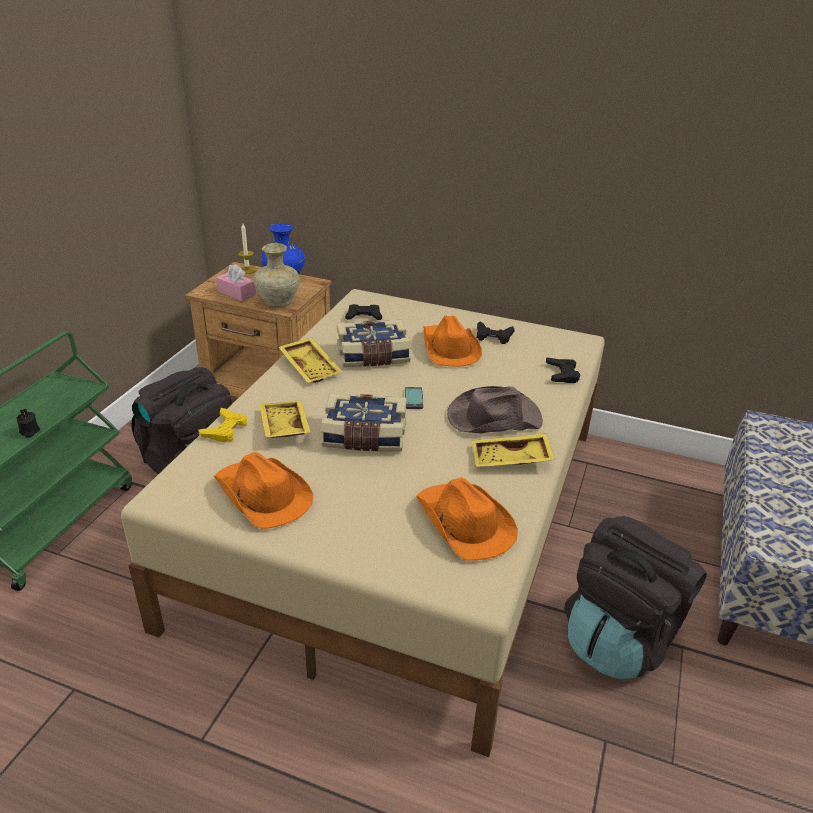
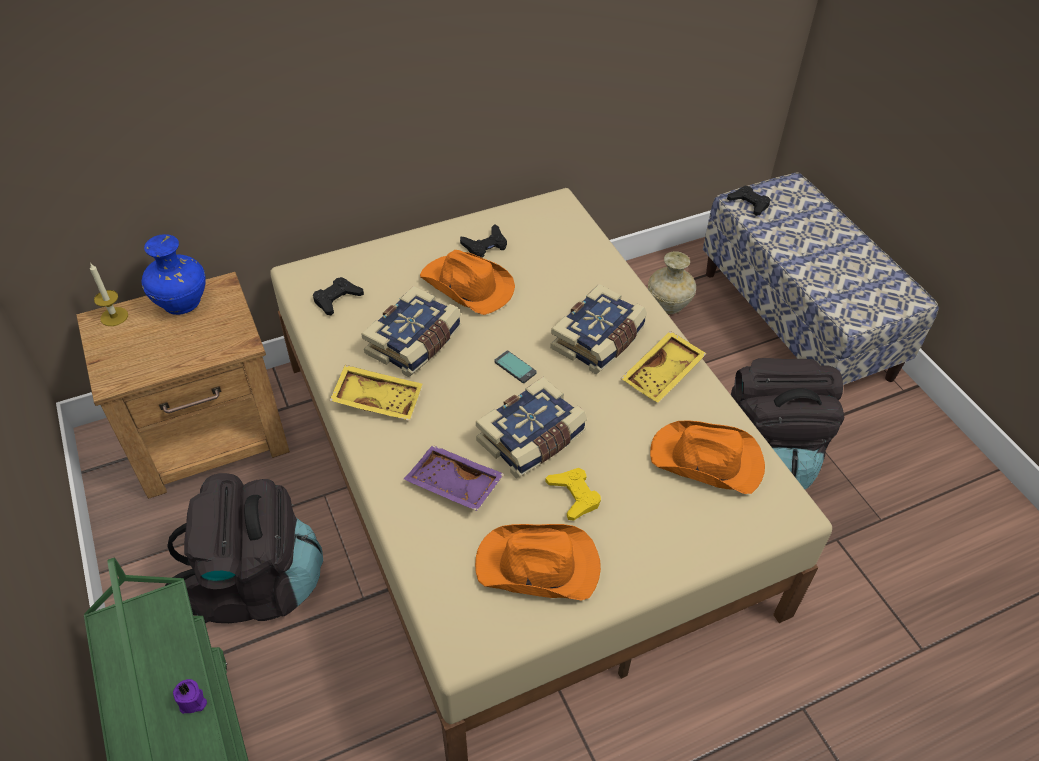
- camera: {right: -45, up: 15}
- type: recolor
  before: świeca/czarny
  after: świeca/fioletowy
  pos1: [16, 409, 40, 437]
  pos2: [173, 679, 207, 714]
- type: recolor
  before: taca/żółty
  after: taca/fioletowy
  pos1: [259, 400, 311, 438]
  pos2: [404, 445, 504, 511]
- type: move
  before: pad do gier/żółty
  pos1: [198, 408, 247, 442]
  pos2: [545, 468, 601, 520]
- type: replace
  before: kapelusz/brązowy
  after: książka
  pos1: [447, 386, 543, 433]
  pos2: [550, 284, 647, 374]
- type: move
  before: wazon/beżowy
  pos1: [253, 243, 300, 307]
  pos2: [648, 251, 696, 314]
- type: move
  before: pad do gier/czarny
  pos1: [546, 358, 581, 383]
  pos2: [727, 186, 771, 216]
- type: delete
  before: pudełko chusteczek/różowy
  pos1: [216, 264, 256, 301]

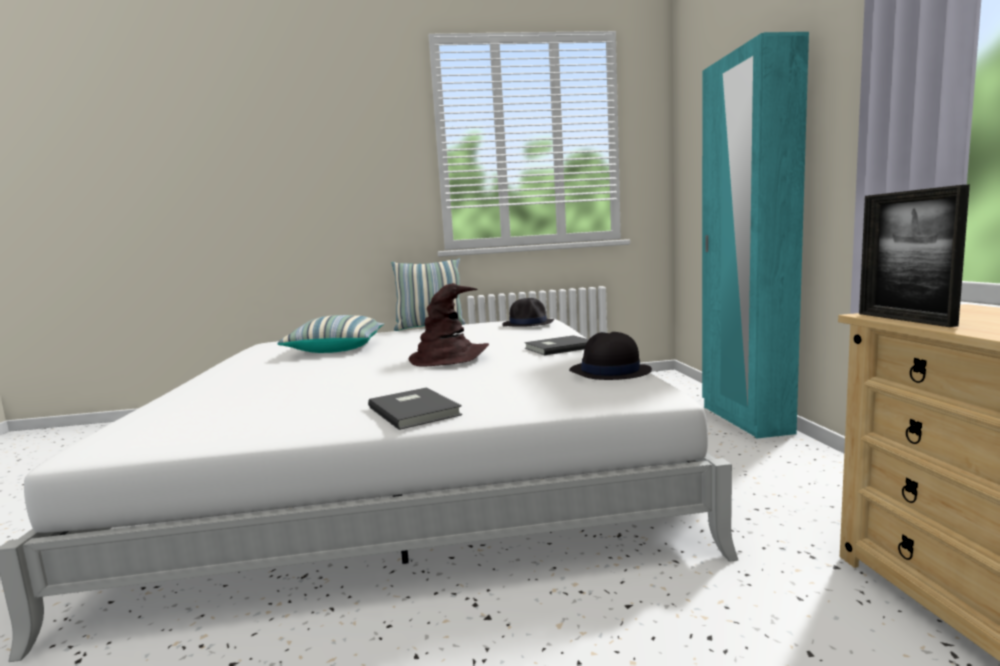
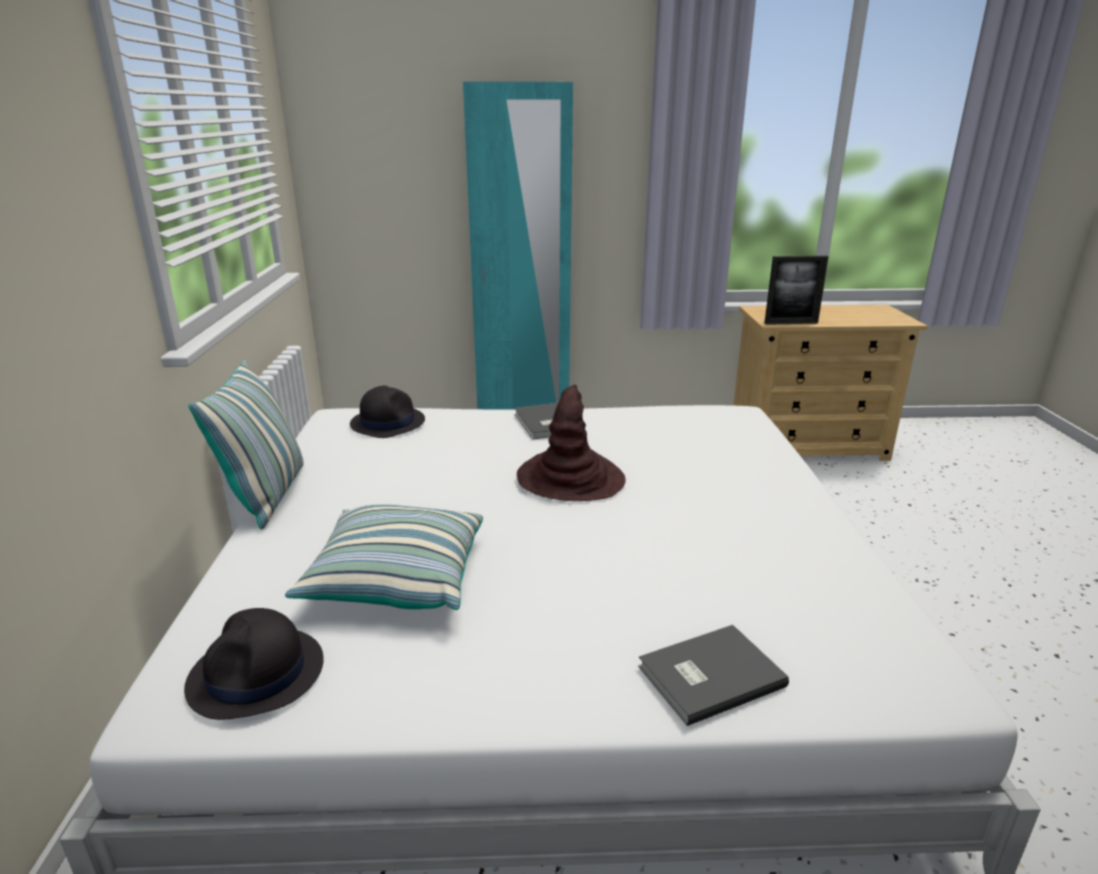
- camera: {right: -85, up: 15}
- type: move
  before: kapelusz/czarny
  pos1: [569, 332, 652, 380]
  pos2: [184, 608, 324, 720]
- type: move
  before: książka/szary
  pos1: [368, 388, 462, 430]
  pos2: [638, 625, 789, 726]

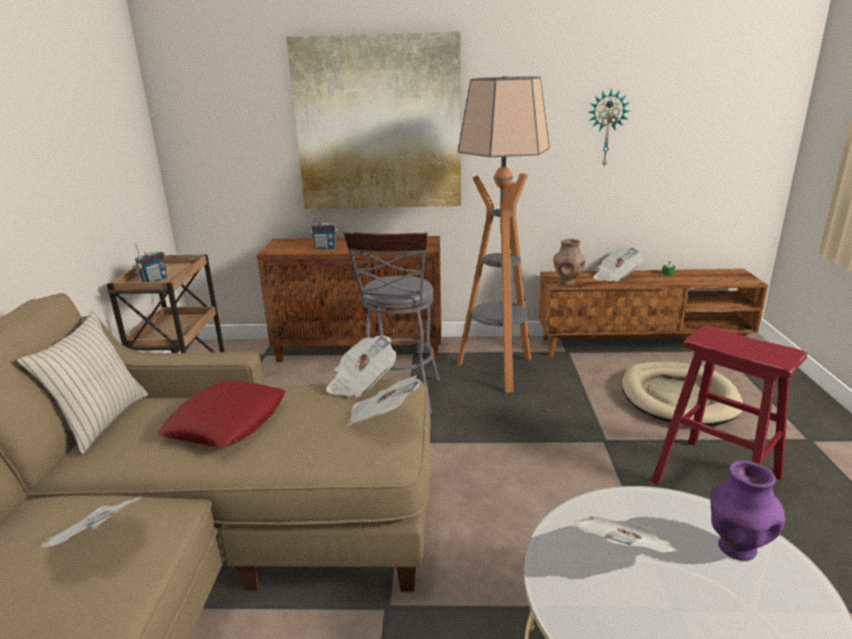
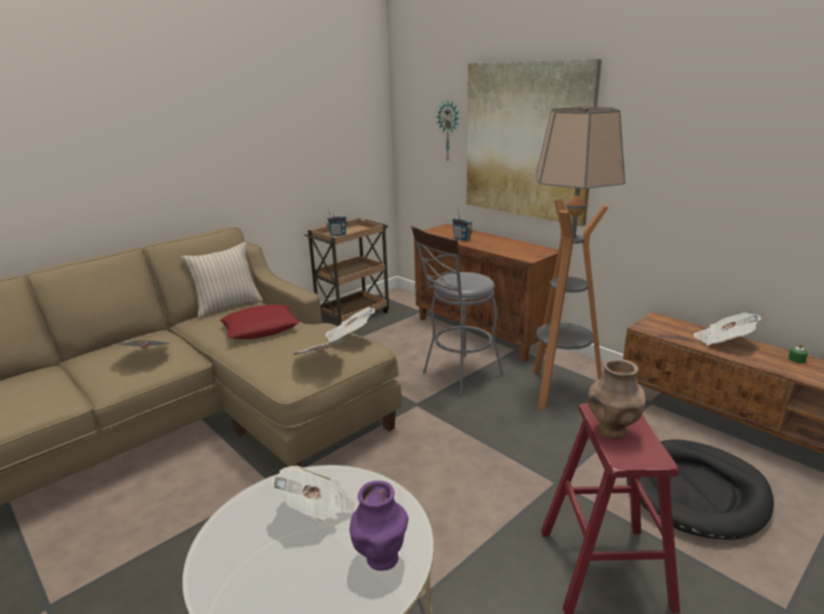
- camera: {right: 45, up: 0}
- type: move
  before: zegar ścienny
  pos1: [589, 89, 630, 167]
  pos2: [436, 100, 459, 161]
- type: move
  before: wazon/brązowy
  pos1: [553, 238, 586, 286]
  pos2: [588, 359, 646, 439]
- type: recolor
  before: legowisko/beżowy
  after: legowisko/czarny
  pos1: [622, 362, 743, 427]
  pos2: [627, 440, 774, 540]

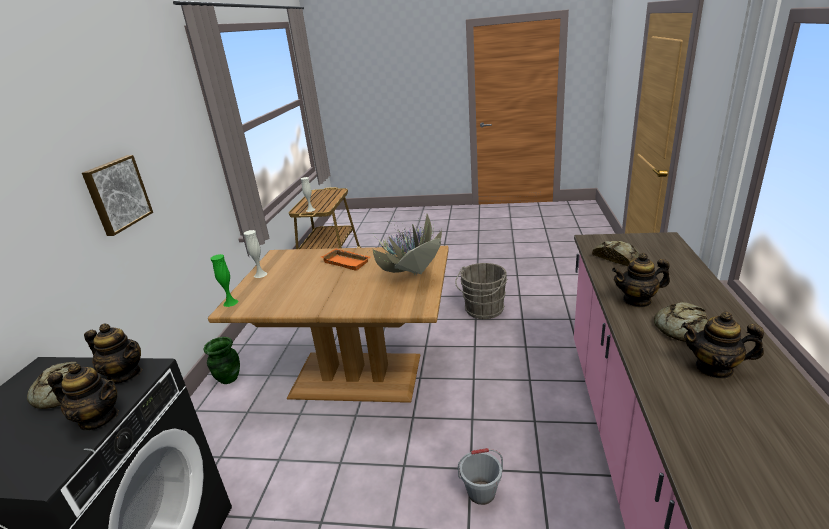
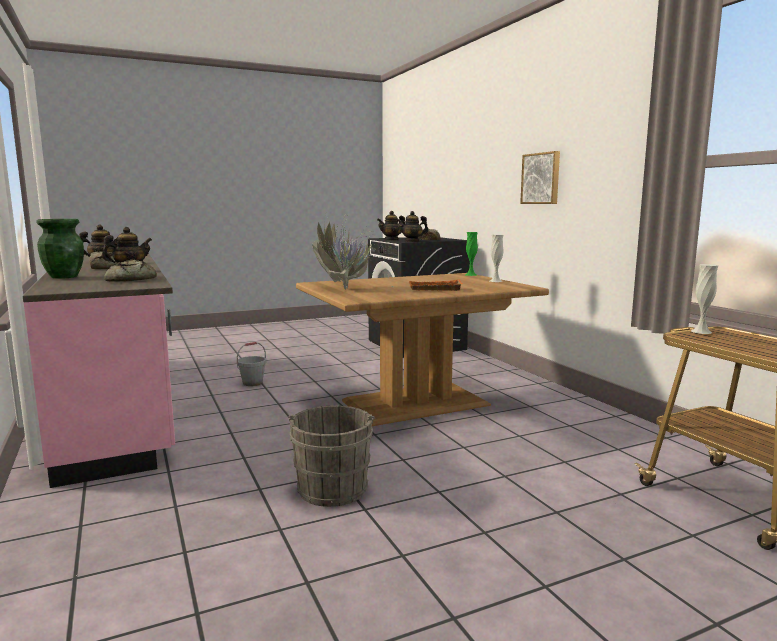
- camera: {right: 145, up: -15}
- type: move
  before: wazon/zielony
  pos1: [203, 337, 240, 384]
  pos2: [36, 219, 84, 279]

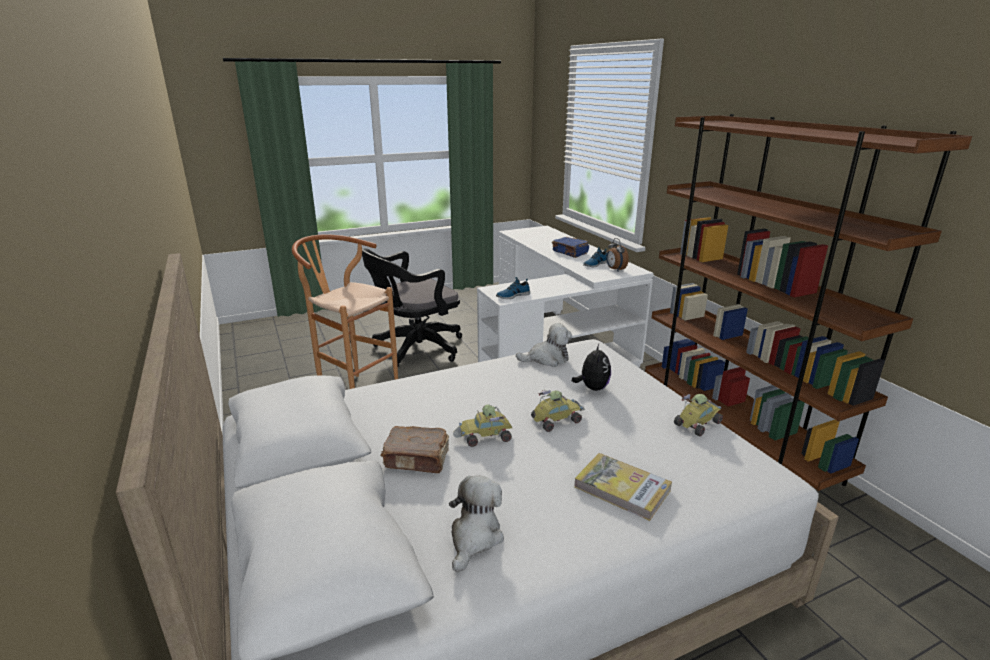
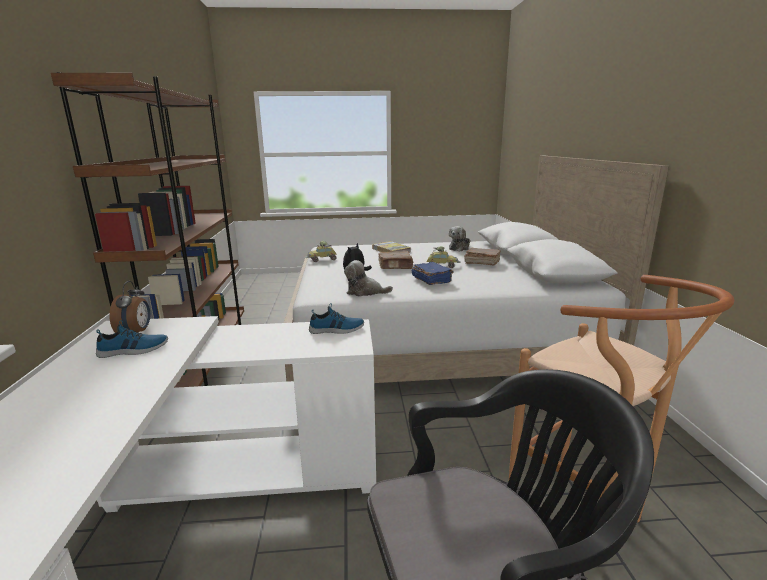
- camera: {right: -160, up: -5}
- type: replace
  before: samochodzik
  after: książka/brązowy
  pos1: [531, 390, 585, 432]
  pos2: [378, 251, 413, 269]
- type: move
  before: książka/niebieski
  pos1: [552, 237, 589, 258]
  pos2: [412, 262, 453, 285]

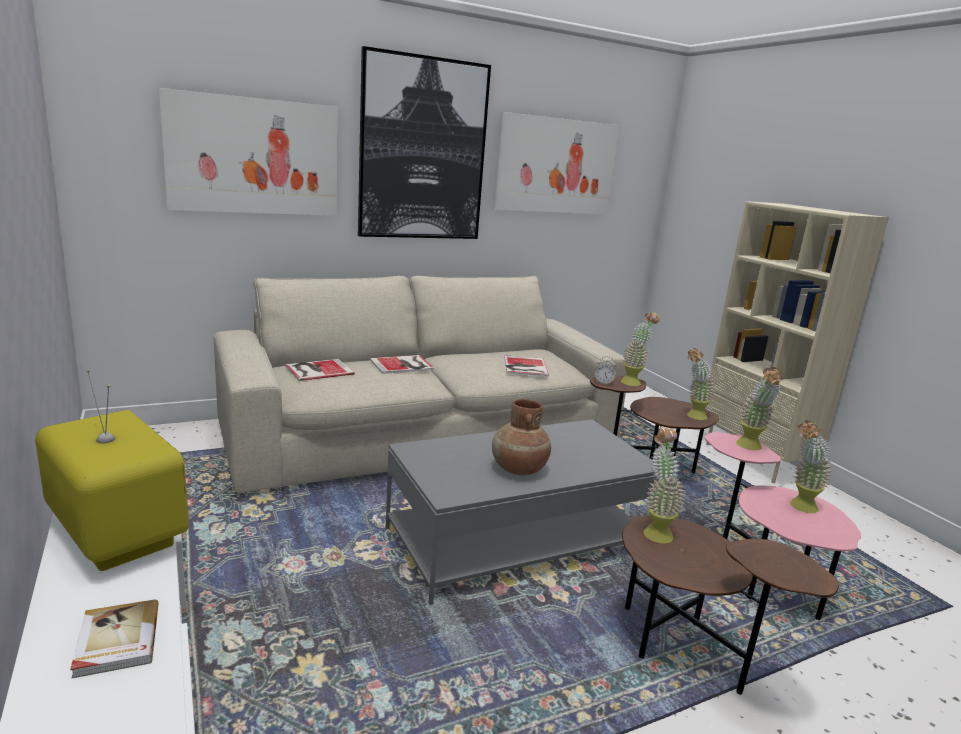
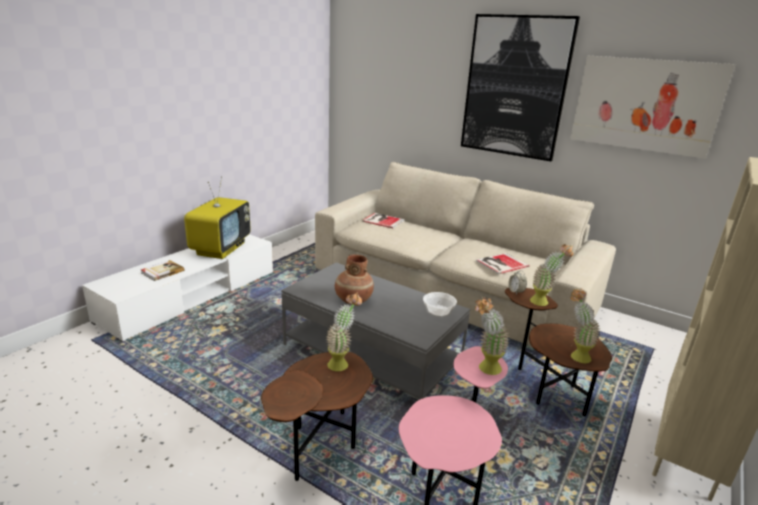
- camera: {right: 60, up: 5}
- type: insert
  after: miska
  pos2: [423, 292, 457, 318]
- type: delete
  before: obraz
  pos1: [159, 88, 338, 216]
- type: delete
  before: książka
  pos1: [370, 355, 434, 374]
- type: delete
  before: roślina doniczkowa
  pos1: [790, 420, 832, 513]

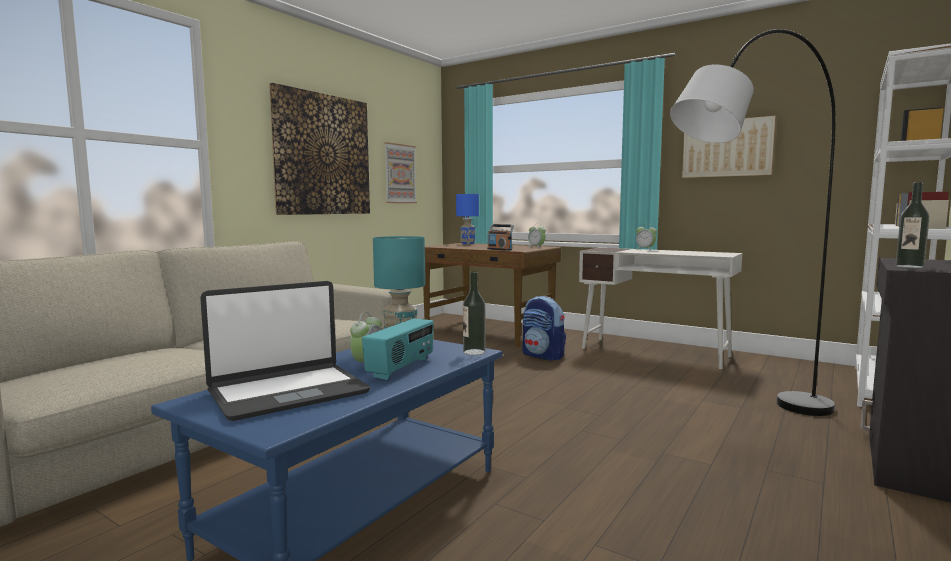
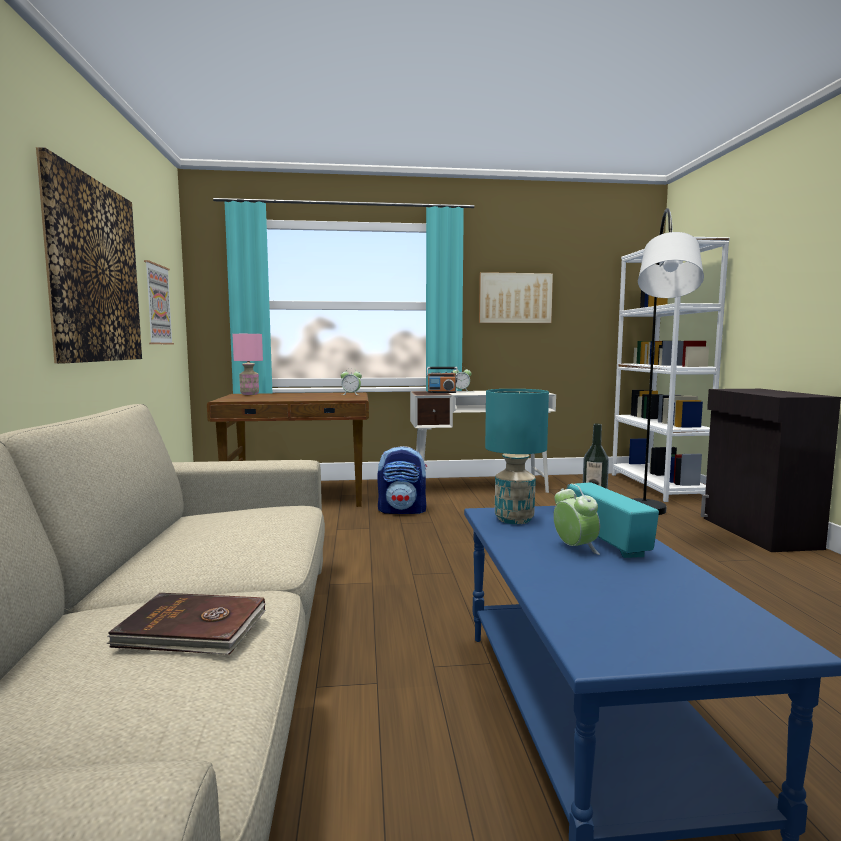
- camera: {right: -40, up: 0}
- type: insert
  after: książka/brązowy
  pos2: [107, 593, 266, 655]
- type: recolor
  before: lampa stołowa/niebieski
  after: lampa stołowa/różowy
  pos1: [456, 194, 479, 244]
  pos2: [233, 334, 263, 395]
- type: move
  before: radio
  pos1: [487, 224, 514, 251]
  pos2: [427, 367, 458, 393]
- type: delete
  before: laptop
  pos1: [200, 281, 370, 421]
- type: delete
  before: butelka
  pos1: [896, 182, 930, 268]

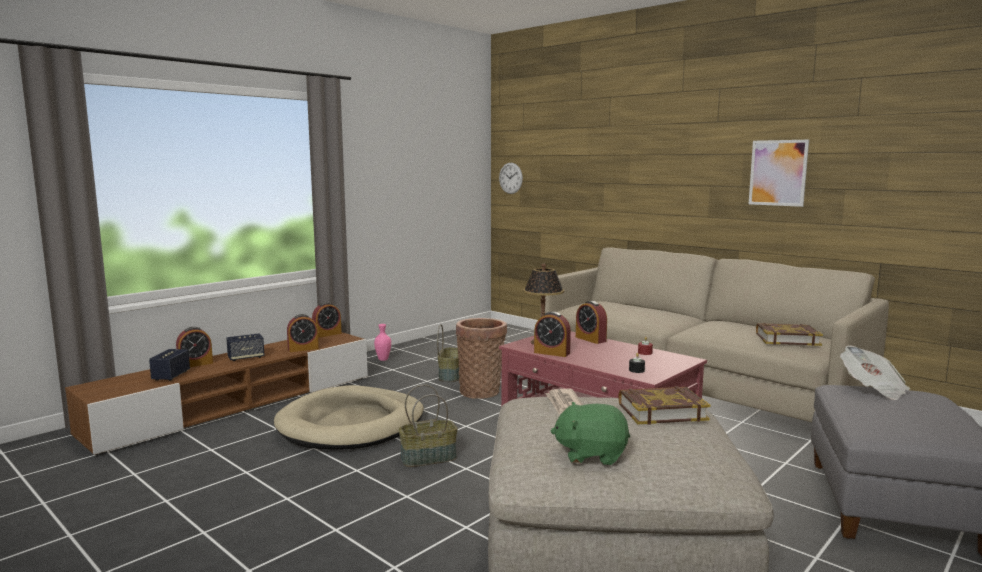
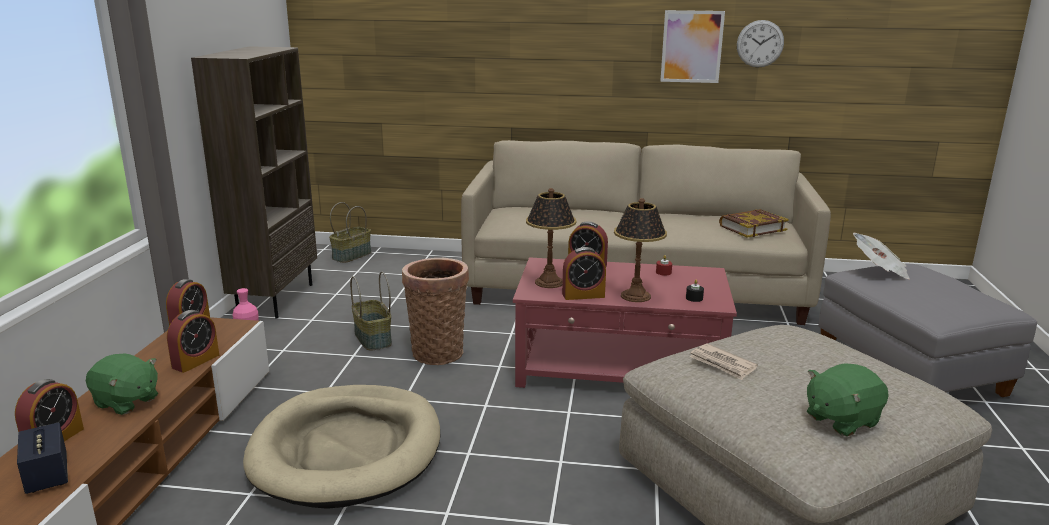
- camera: {right: -35, up: 10}
- type: replace
  before: głośnik
  after: pluszak/zielony
  pos1: [226, 333, 265, 361]
  pos2: [86, 353, 158, 415]
- type: insert
  after: regał/brązowy
  pos2: [191, 46, 317, 319]
- type: move
  before: koszyk
  pos1: [399, 385, 458, 467]
  pos2: [329, 202, 371, 263]
- type: insert
  after: lampa stołowa
  pos2: [614, 198, 667, 302]
- type: move
  before: zegar ścienny
  pos1: [499, 163, 523, 194]
  pos2: [737, 20, 784, 68]
- type: delete
  before: książka
  pos1: [618, 386, 710, 425]

